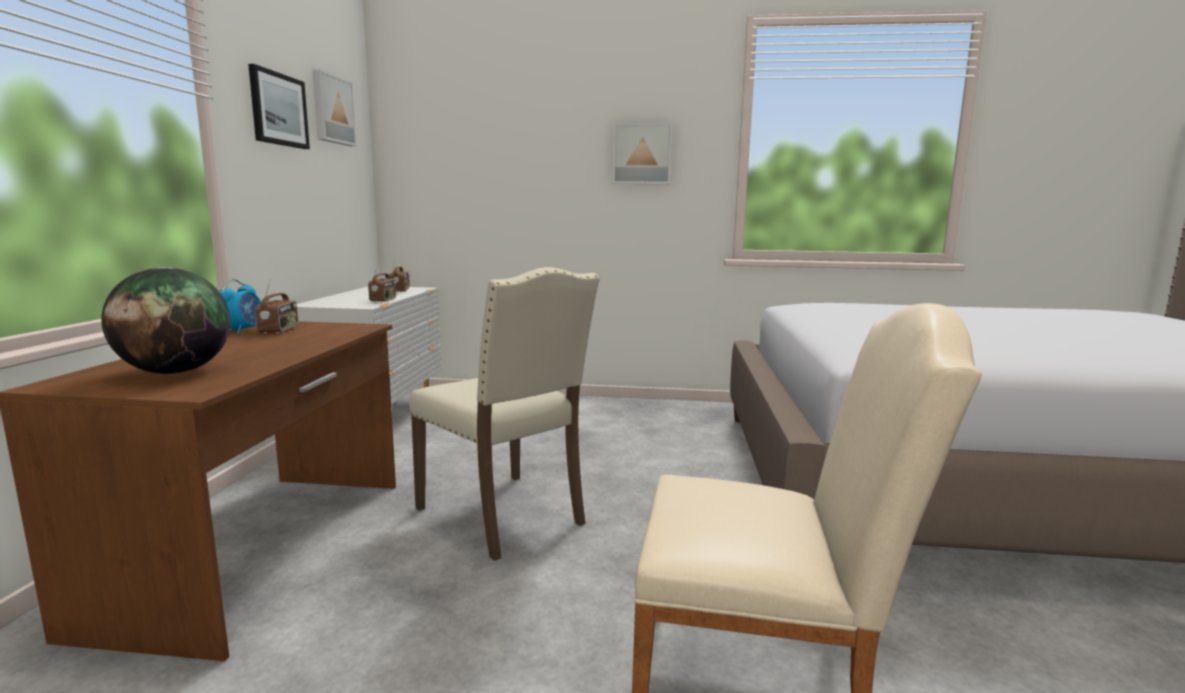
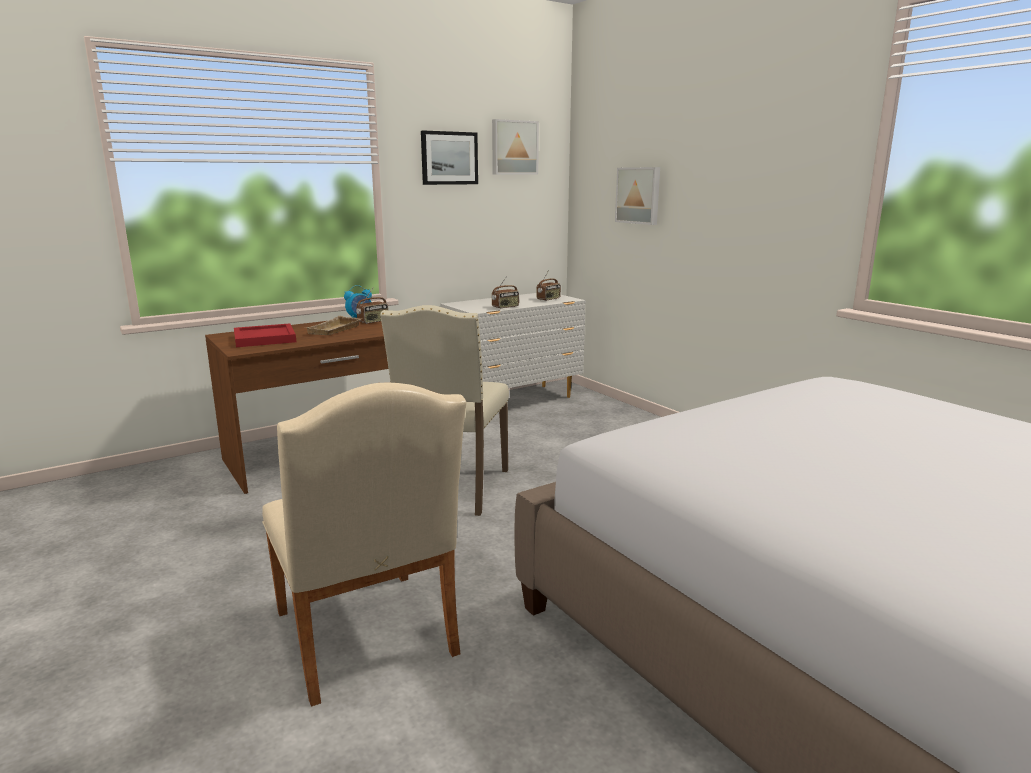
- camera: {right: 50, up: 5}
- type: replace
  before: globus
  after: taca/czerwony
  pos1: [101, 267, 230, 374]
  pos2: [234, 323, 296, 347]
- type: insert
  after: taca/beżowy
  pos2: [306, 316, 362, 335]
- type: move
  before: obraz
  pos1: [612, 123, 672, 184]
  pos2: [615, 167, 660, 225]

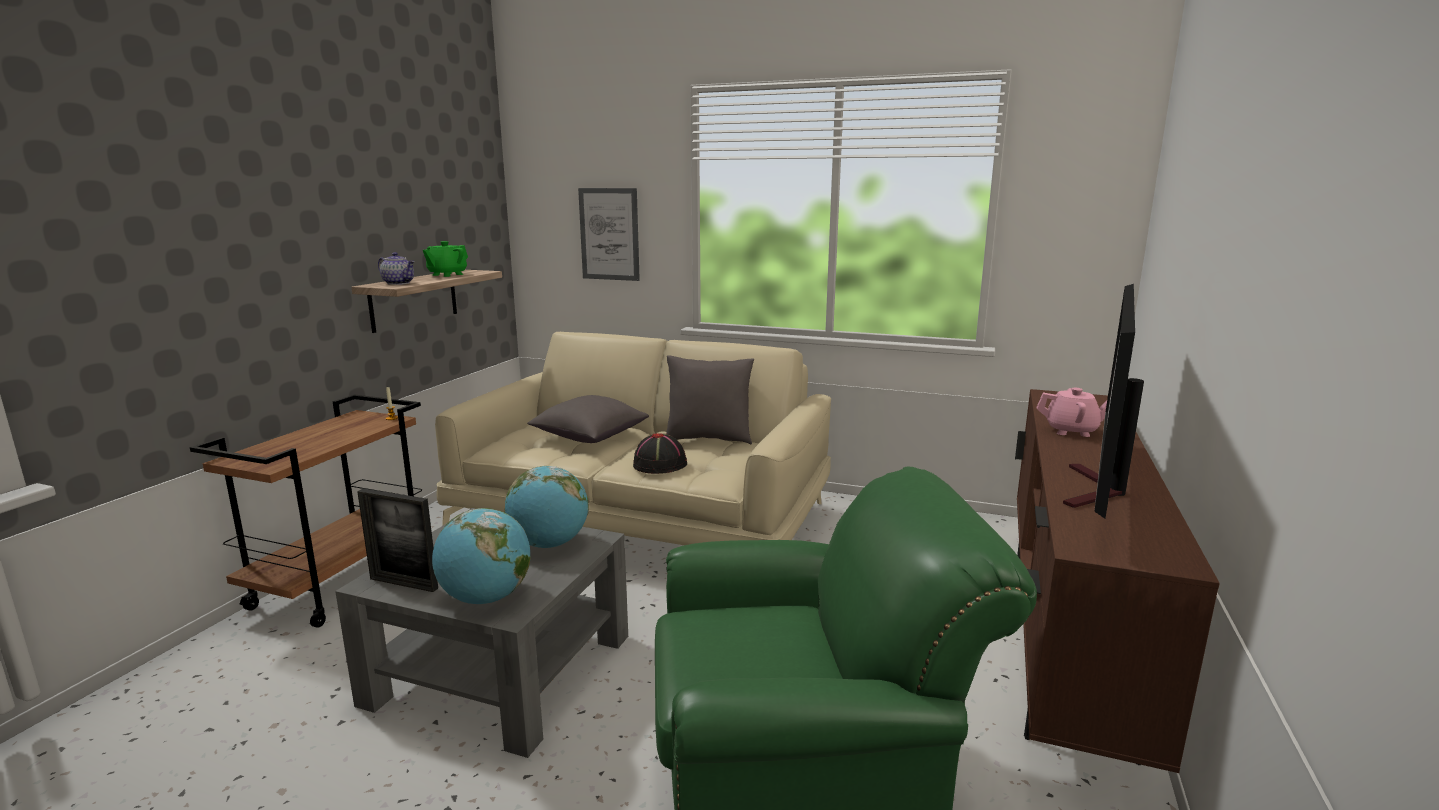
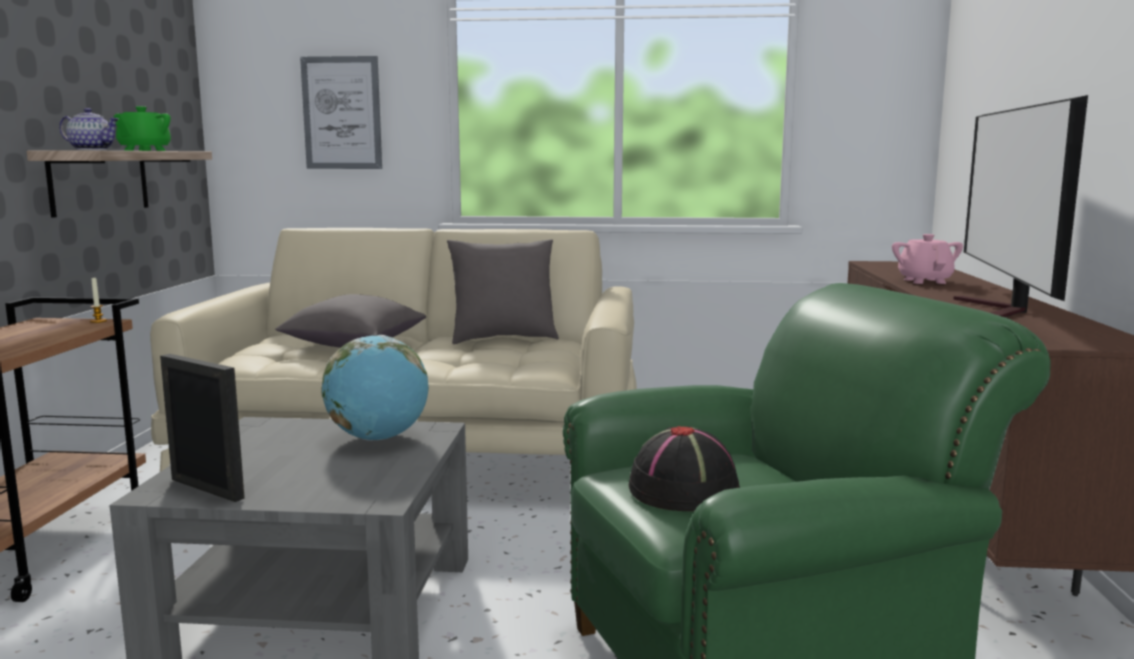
- camera: {right: -15, up: -5}
- type: rotate
  before: ramka na zdjęcie
  pos1: [357, 488, 438, 592]
  pos2: [160, 354, 245, 502]
  turn: -150
- type: move
  before: kapelusz/czarny
  pos1: [633, 433, 687, 474]
  pos2: [628, 426, 740, 511]
- type: rotate
  before: imbryk/różowy
  pos1: [1036, 388, 1107, 437]
  pos2: [892, 234, 963, 284]
  turn: -90
- type: delete
  before: globus
  pos1: [432, 508, 531, 604]

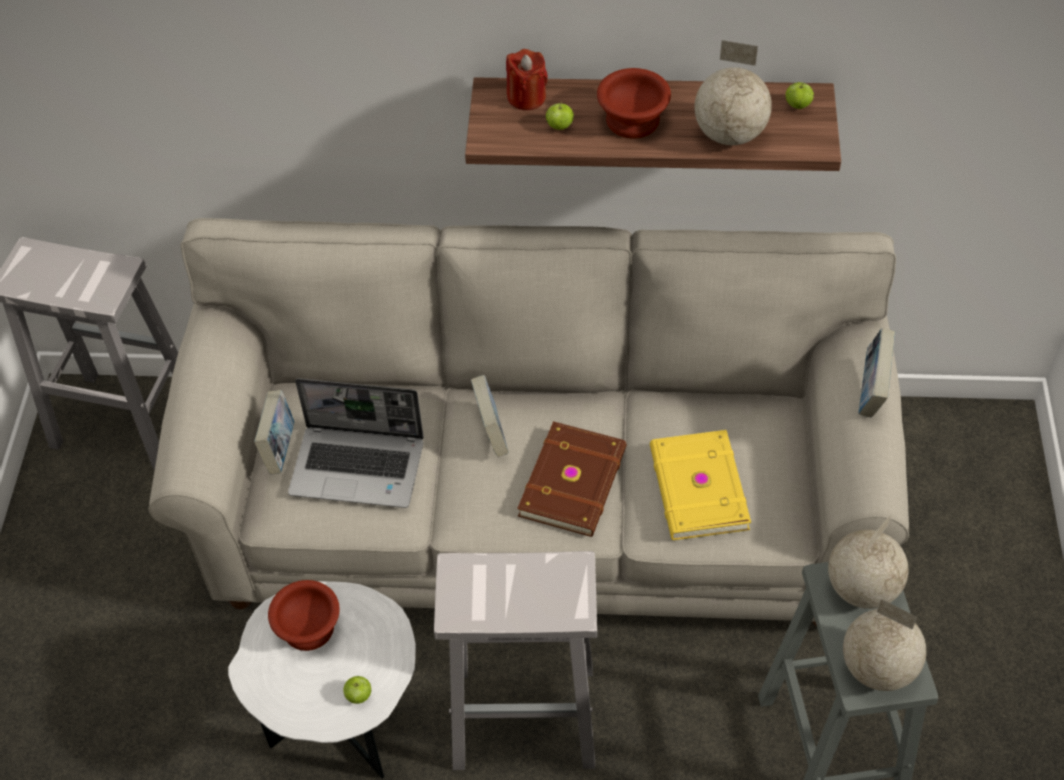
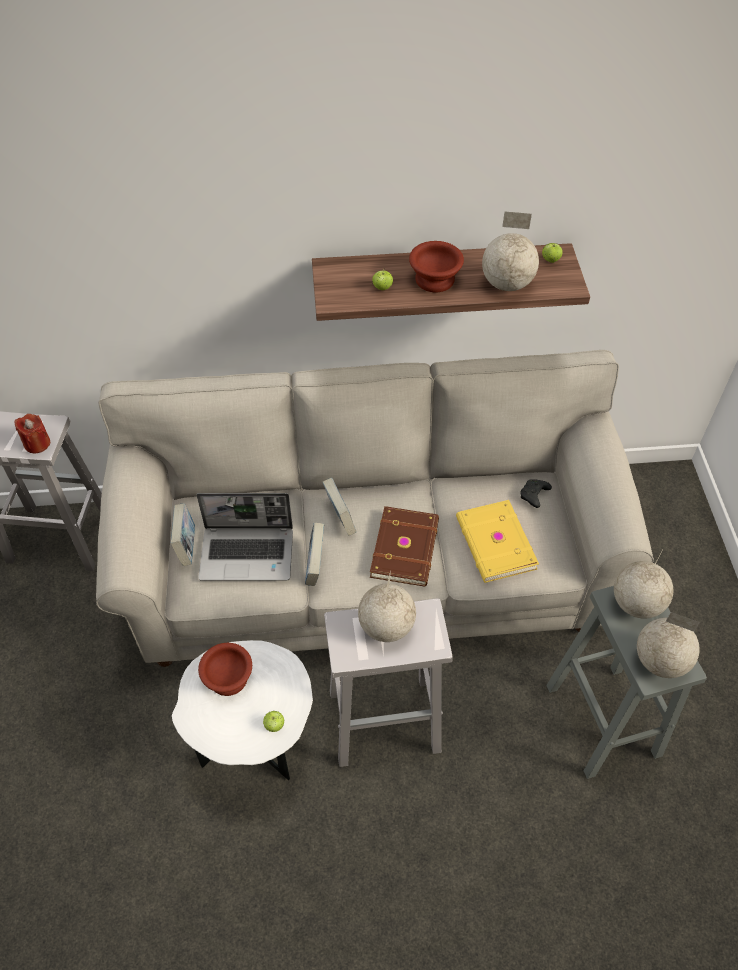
- camera: {right: -10, up: 0}
- type: move
  before: świeca/czerwony
  pos1: [506, 49, 548, 110]
  pos2: [14, 414, 50, 453]
- type: move
  before: książka
  pos1: [858, 328, 896, 417]
  pos2: [305, 523, 324, 586]
- type: insert
  after: globus
  pos2: [358, 569, 416, 642]
- type: insert
  after: pad do gier/czarny
  pos2: [520, 479, 552, 508]

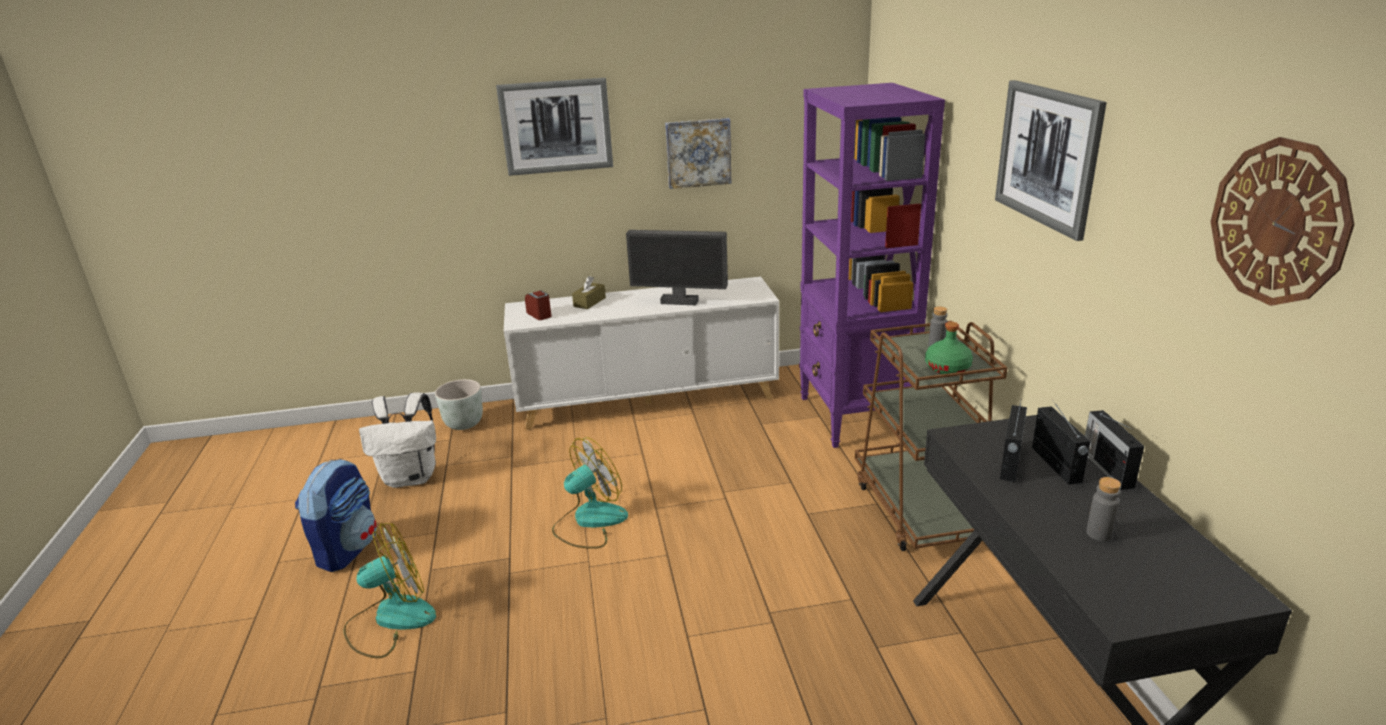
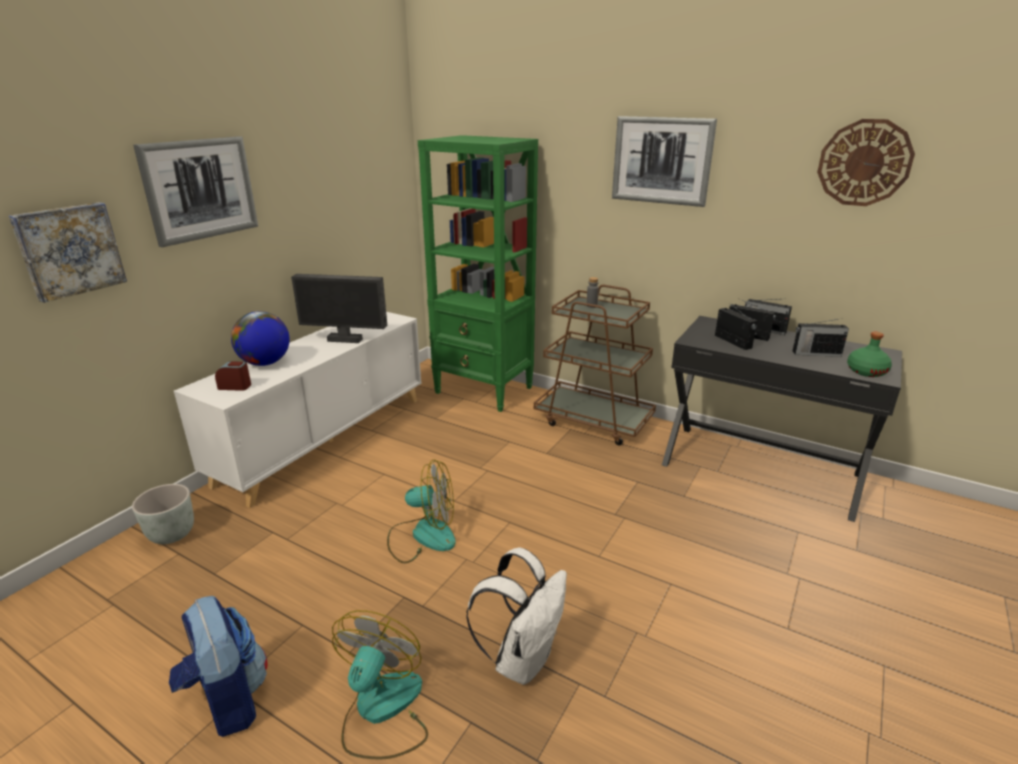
- camera: {right: -50, up: 0}
- type: move
  before: obraz
  pos1: [665, 118, 731, 189]
  pos2: [9, 202, 127, 303]
- type: replace
  before: pudełko chusteczek/brązowy
  after: globus
  pos1: [572, 276, 606, 309]
  pos2: [231, 311, 290, 366]
- type: rotate
  before: monitor
  pos1: [626, 230, 728, 305]
  pos2: [291, 274, 387, 343]
  turn: 45
- type: rotate
  before: wentylator
  pos1: [552, 437, 628, 549]
  pos2: [387, 459, 456, 563]
  turn: 90
- type: recolor
  before: regał/fioletowy
  after: regał/zielony
  pos1: [799, 83, 945, 448]
  pos2: [418, 135, 538, 412]
- type: move
  before: plecak/biały
  pos1: [359, 392, 436, 488]
  pos2: [466, 547, 567, 685]
- type: replace
  before: butelka/szary
  after: radio
  pos1: [1086, 477, 1121, 541]
  pos2: [793, 318, 849, 357]
- type: move
  before: butelka/zielony
  pos1: [925, 322, 973, 374]
  pos2: [847, 332, 892, 377]

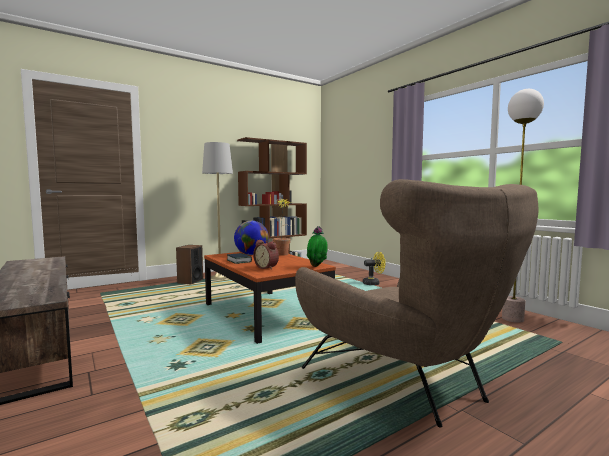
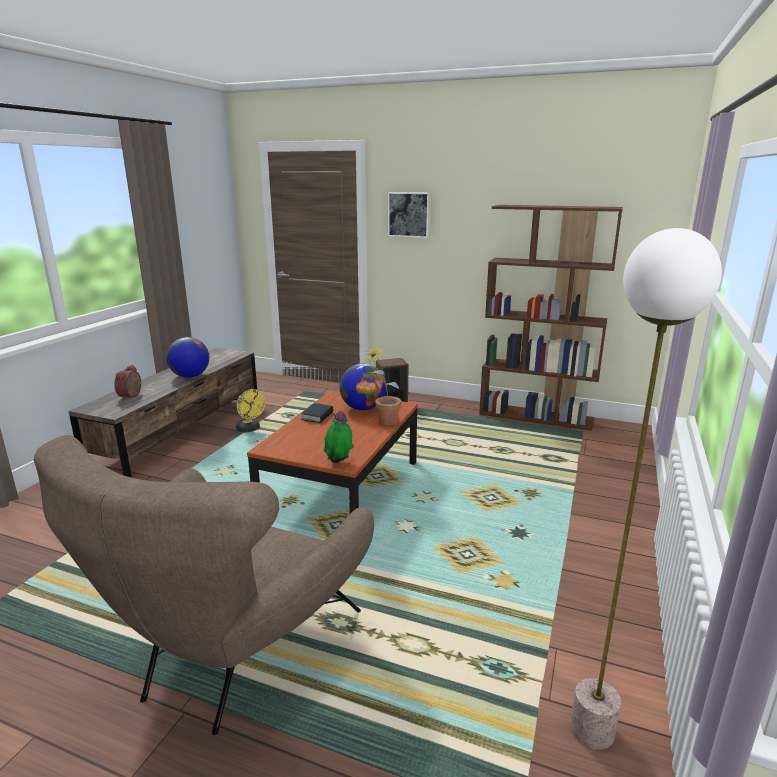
- camera: {right: 55, up: 15}
- type: move
  before: budzik
  pos1: [253, 240, 279, 270]
  pos2: [114, 365, 141, 400]
- type: insert
  after: globus
  pos2: [166, 337, 209, 378]
- type: move
  before: wentylator/żółty
  pos1: [363, 252, 386, 285]
  pos2: [236, 389, 265, 433]
- type: insert
  after: obraz
  pos2: [388, 192, 430, 238]
- type: delete
  before: lampa stojąca/szary
  pos1: [202, 142, 233, 280]

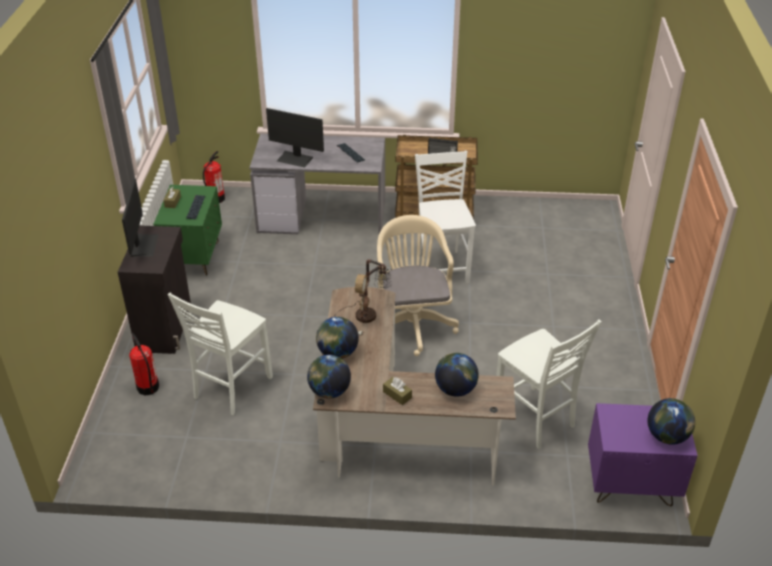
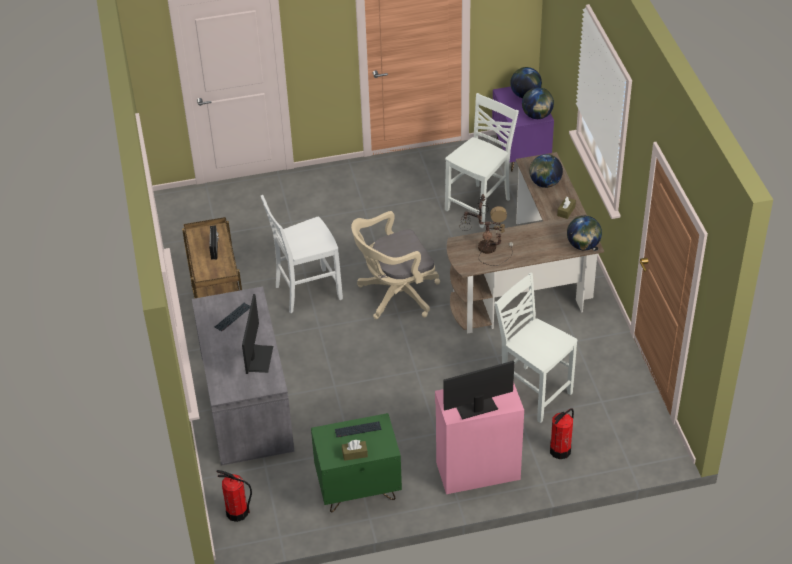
- camera: {right: -105, up: 5}
- type: recolor
  before: szafka/czarny
  after: szafka/różowy
  pos1: [118, 225, 191, 354]
  pos2: [435, 382, 524, 494]
- type: rotate
  before: krzesło/biały
  pos1: [168, 293, 273, 415]
  pos2: [494, 273, 577, 423]
  turn: -150
- type: move
  before: globus
  pos1: [316, 317, 359, 359]
  pos2: [522, 87, 554, 119]

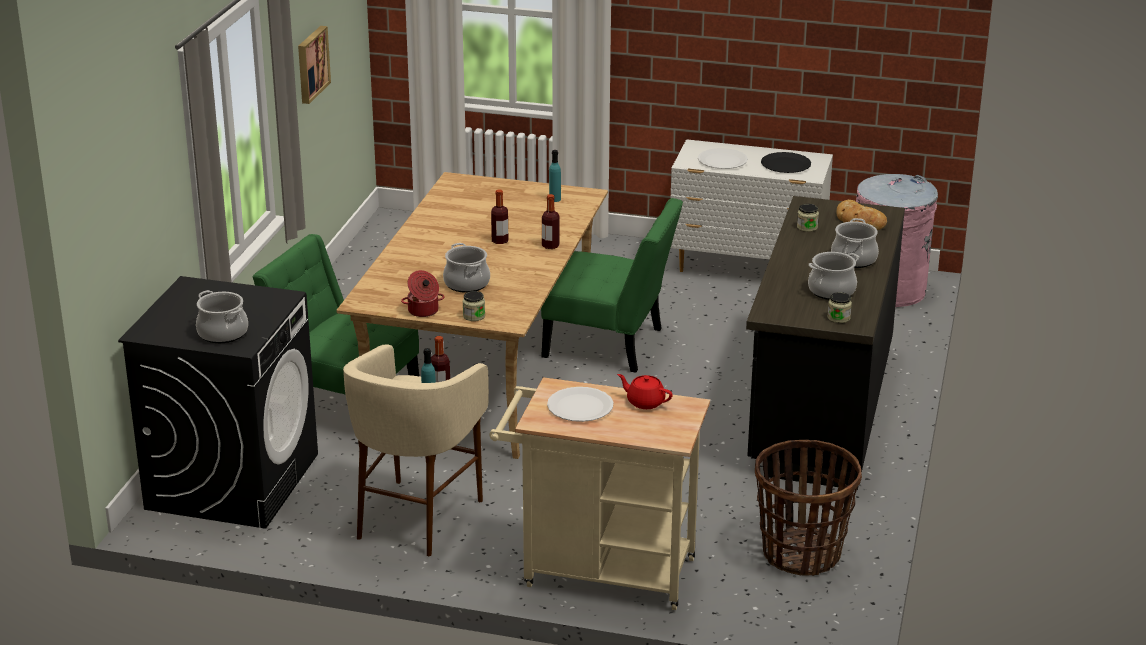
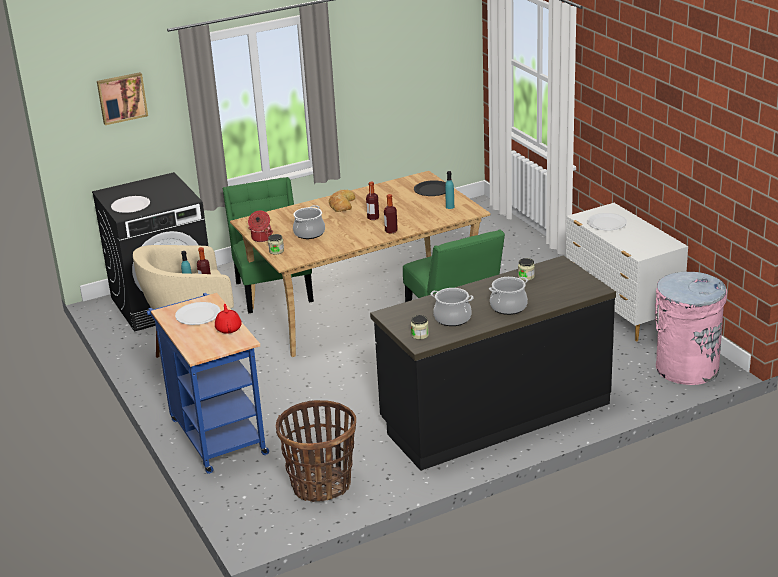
- camera: {right: 50, up: 0}
- type: move
  before: obraz
  pos1: [298, 26, 331, 104]
  pos2: [97, 72, 148, 125]
- type: replace
  before: garnek
  after: talerz/biały
  pos1: [196, 290, 248, 343]
  pos2: [111, 196, 150, 213]
- type: recolor
  before: wózek/beżowy
  after: wózek/niebieski
  pos1: [490, 377, 710, 610]
  pos2: [147, 293, 269, 474]
- type: move
  before: chleb
  pos1: [837, 200, 887, 230]
  pos2: [329, 190, 355, 212]
- type: move
  before: talerz/czarny
  pos1: [761, 152, 811, 173]
  pos2: [414, 180, 446, 196]

